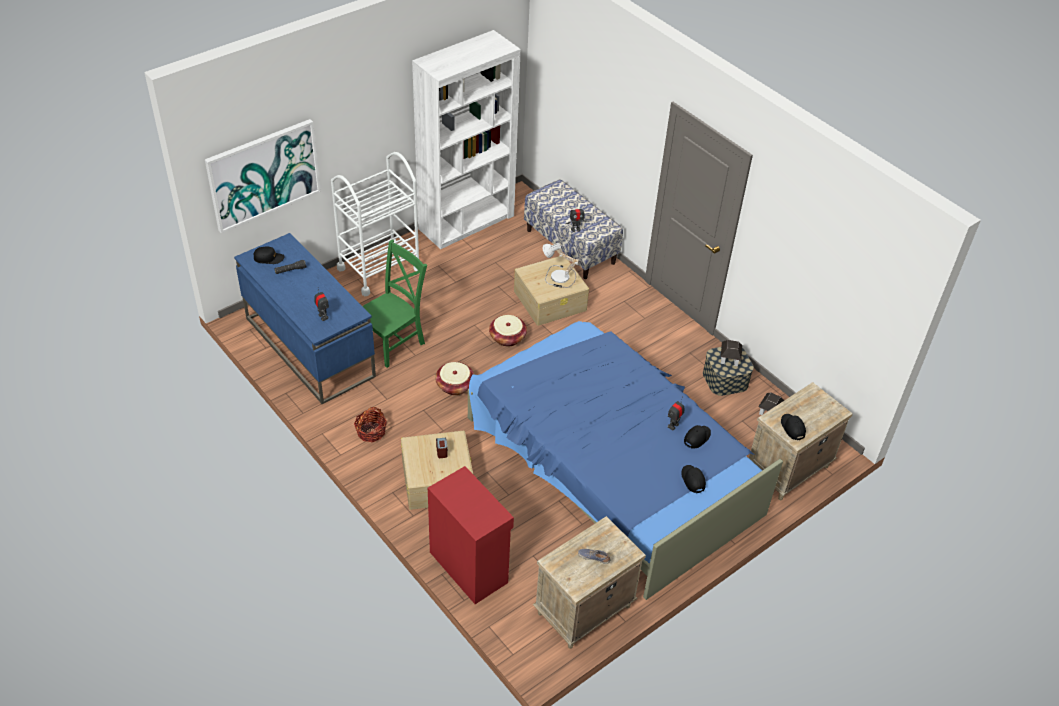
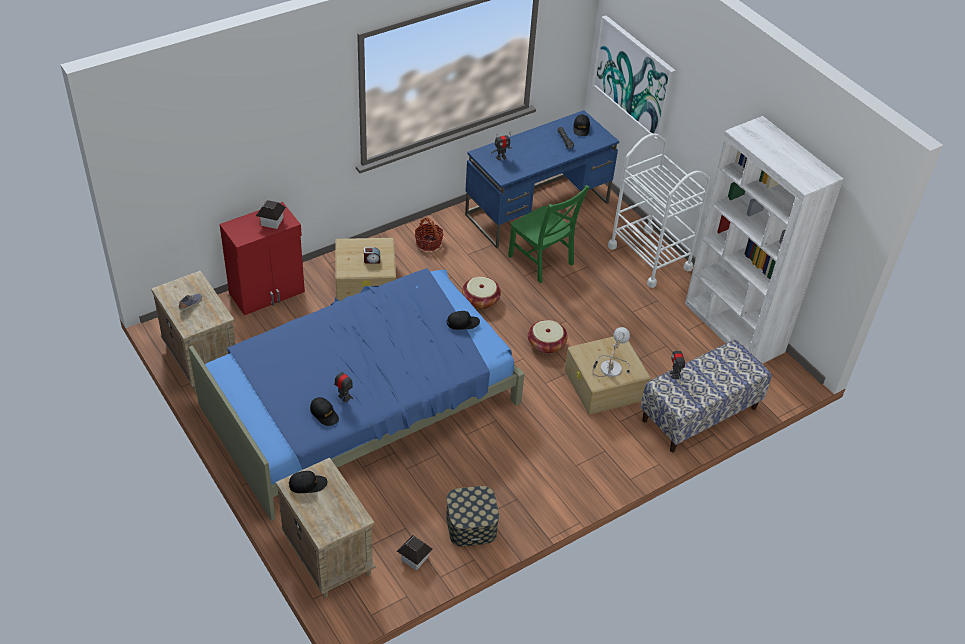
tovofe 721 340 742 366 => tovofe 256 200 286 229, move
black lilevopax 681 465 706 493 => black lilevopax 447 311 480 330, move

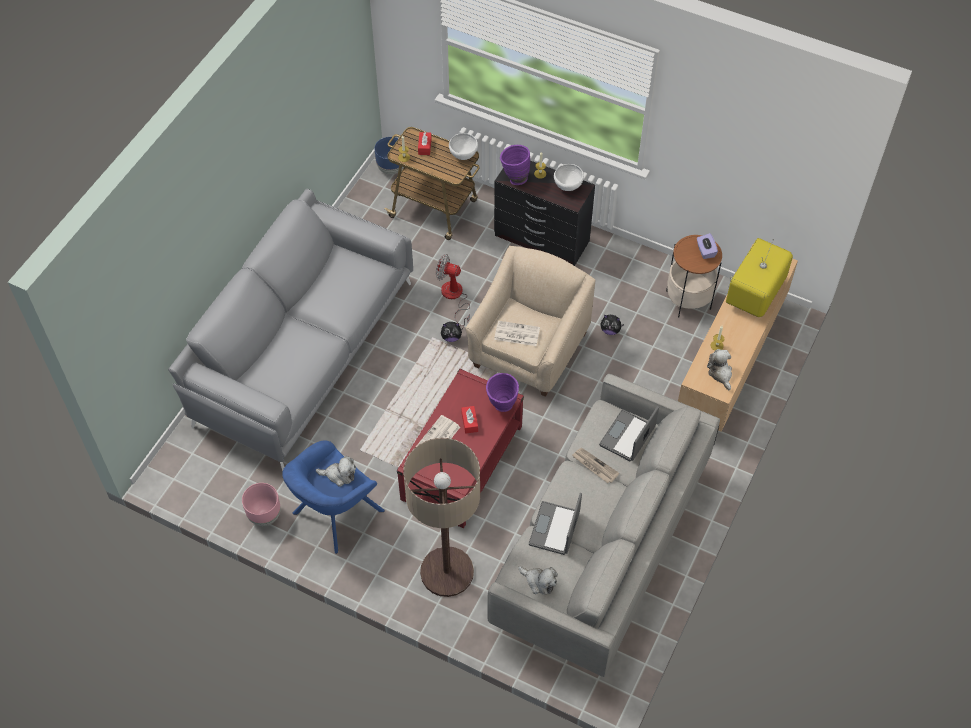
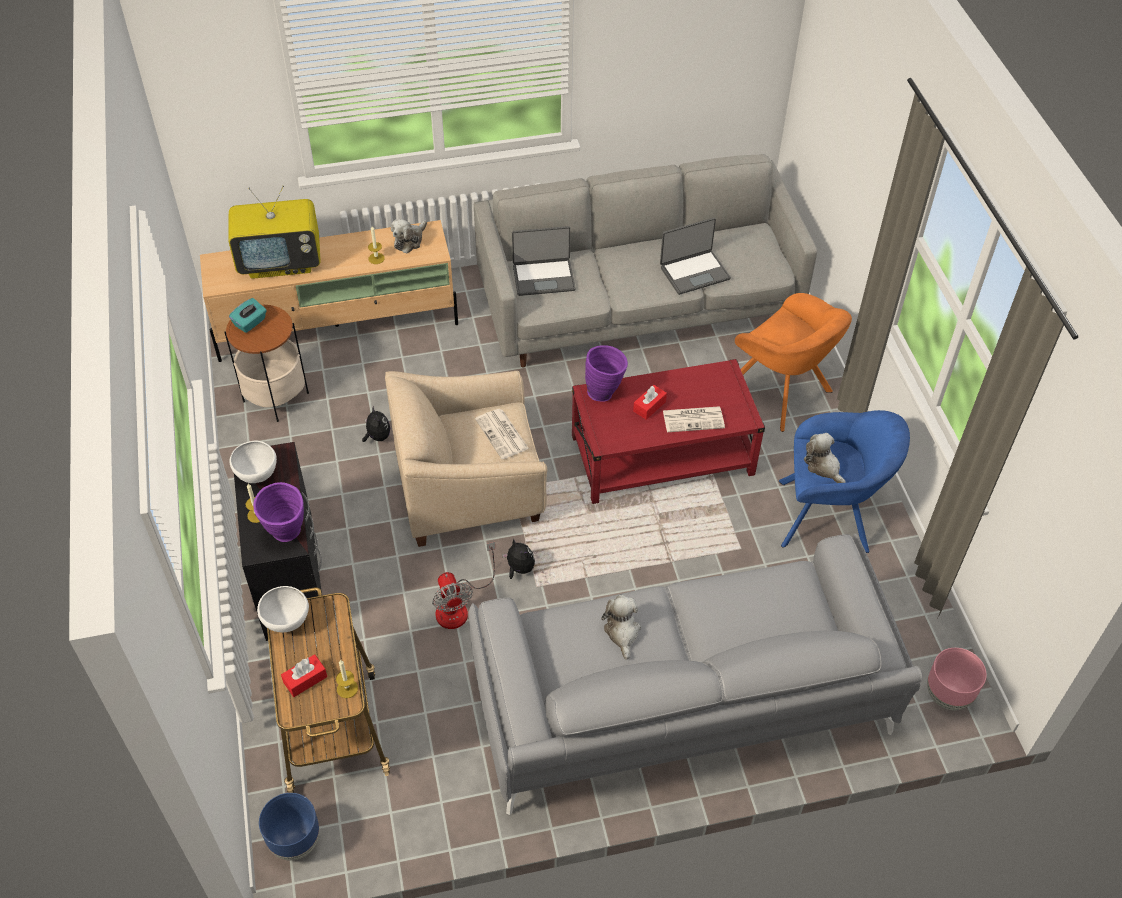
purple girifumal 697 233 718 259 => turquoise girifumal 229 298 267 333
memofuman 518 566 558 595 => memofuman 601 595 641 660, move
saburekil 403 438 480 597 => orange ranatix 735 293 852 432
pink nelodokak 242 483 281 526 => pink nelodokak 927 648 987 710, move
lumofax 572 448 619 483 => nothing

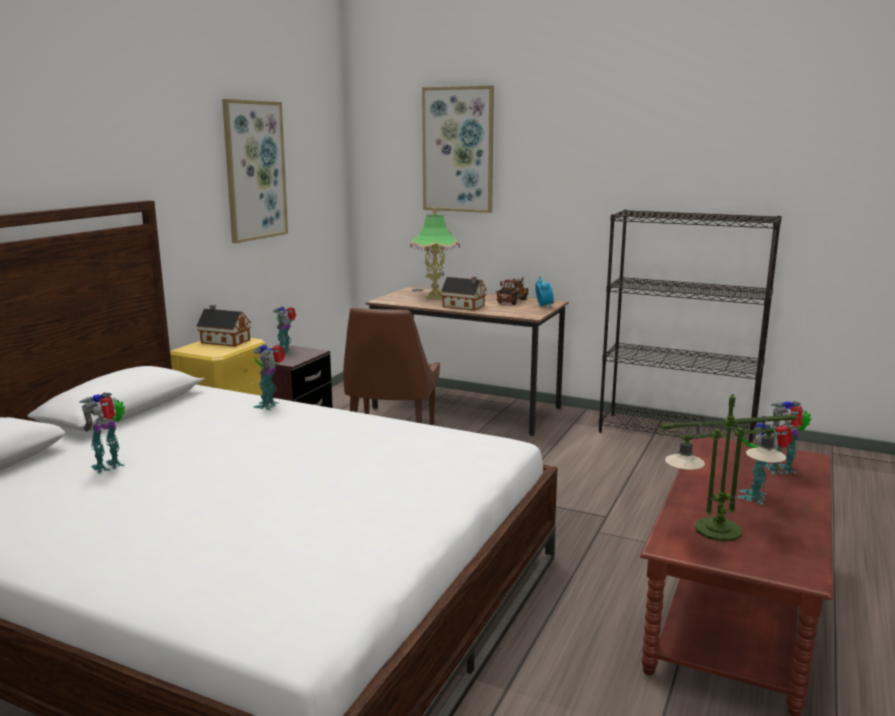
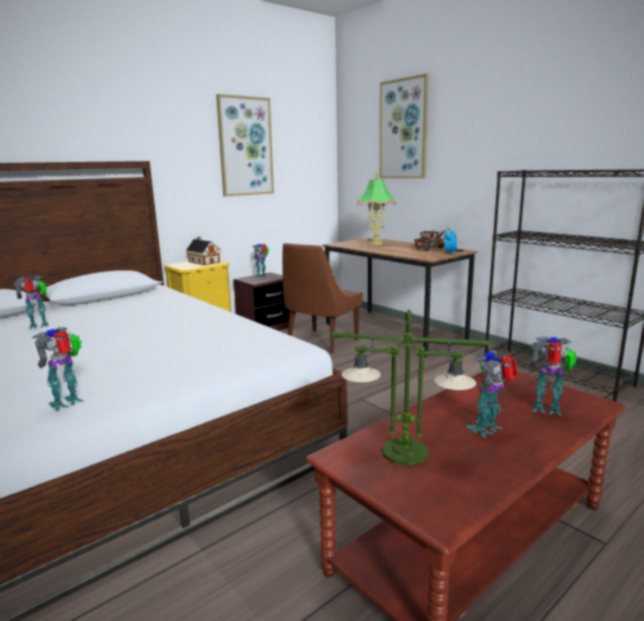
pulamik 253 344 285 410 => pulamik 32 327 84 411, move
tovofe 441 277 487 311 => nothing

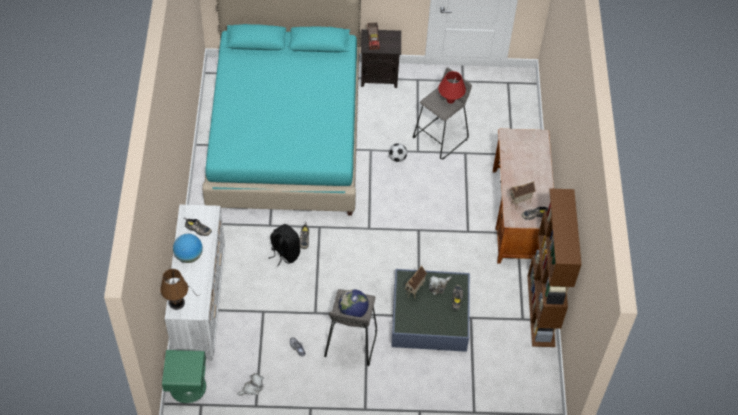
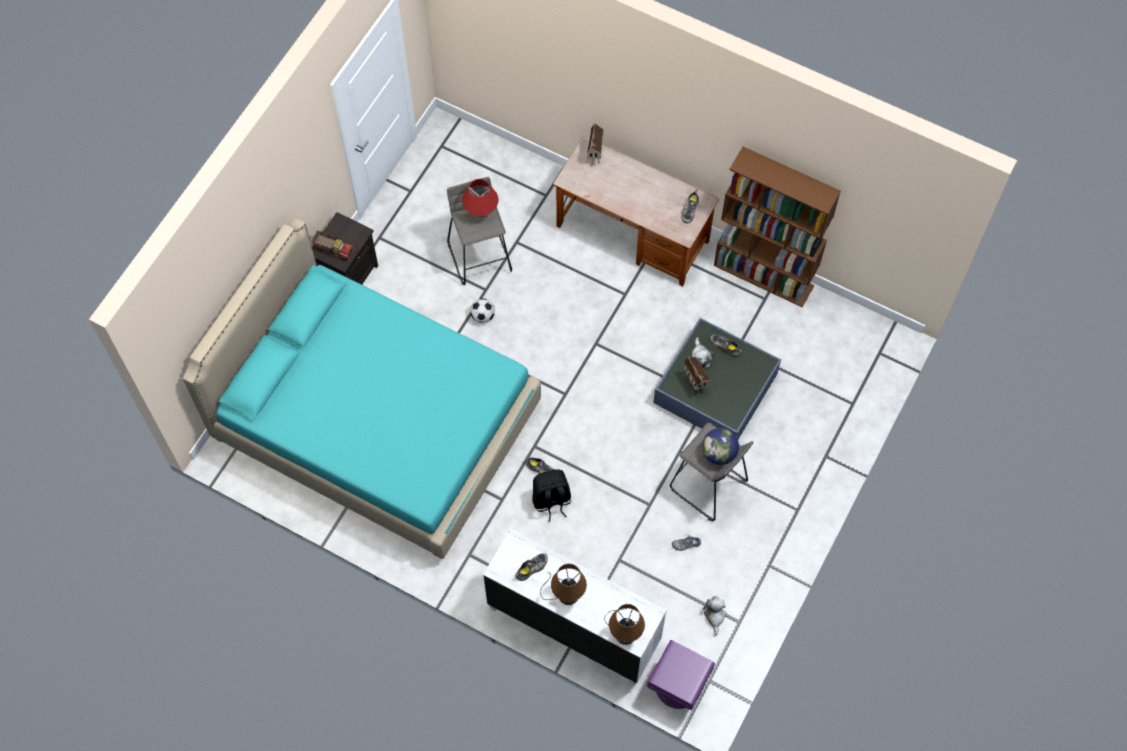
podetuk 173 234 203 263 => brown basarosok 540 564 587 605
tovofe 510 181 536 210 => tovofe 587 123 604 166, move
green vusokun 162 350 206 404 => purple vusokun 647 640 715 710

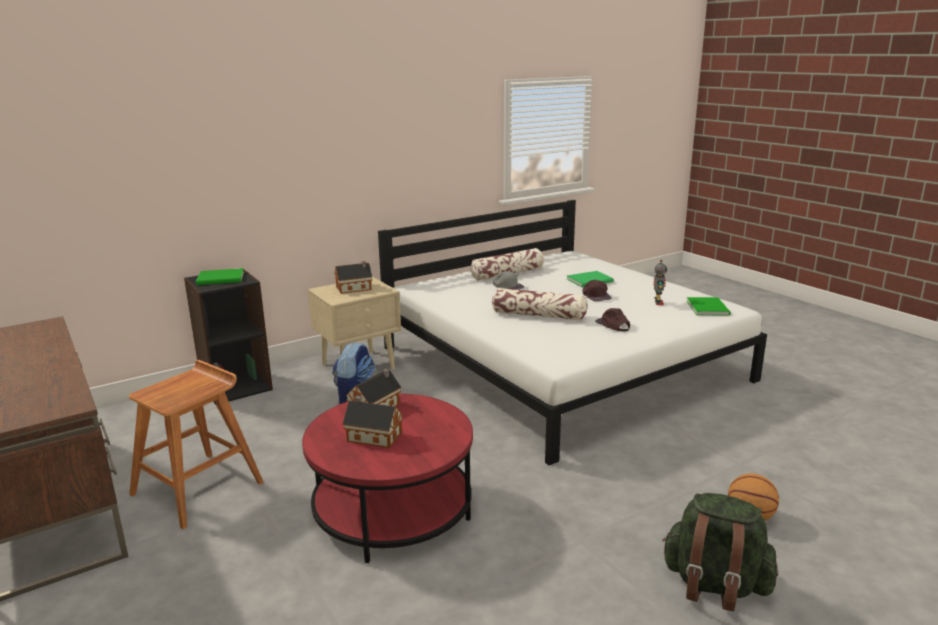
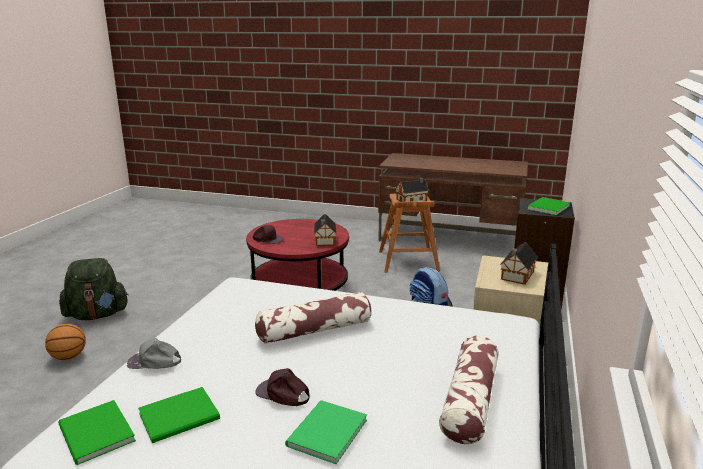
grey lilevopax 493 271 524 290 => grey lilevopax 127 338 181 369, move
pulamik 653 260 667 305 => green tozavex 138 387 220 443
brown lilevopax 595 308 630 332 => brown lilevopax 253 225 284 244, move
tovofe 342 395 403 448 => tovofe 396 178 429 202, move

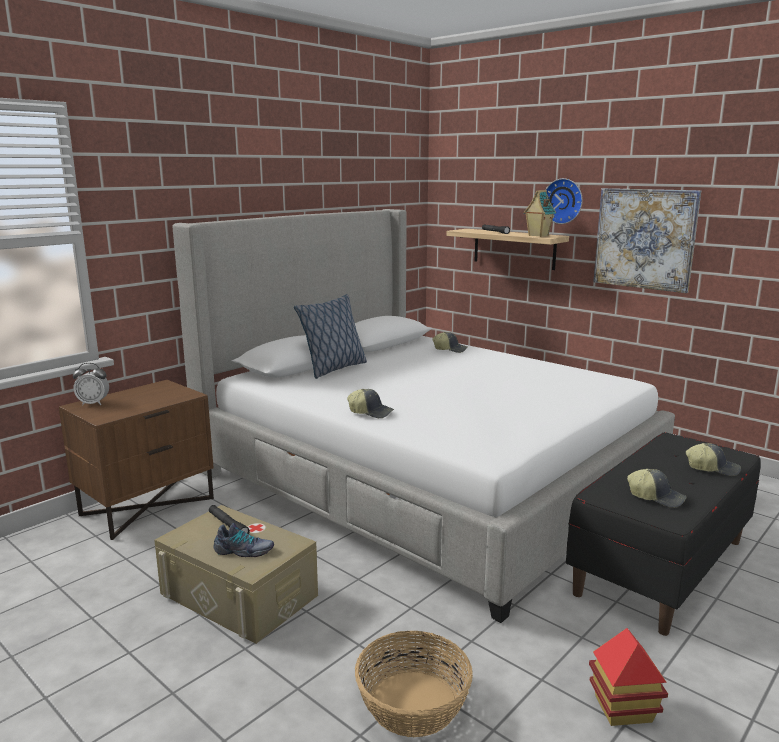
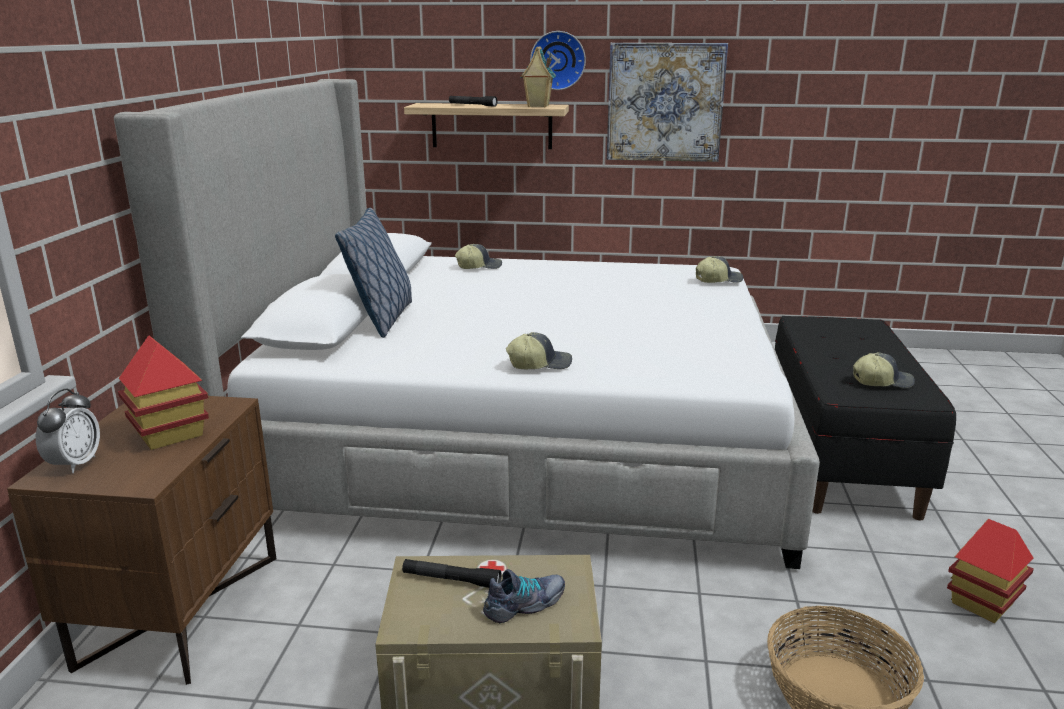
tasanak 73 363 109 406 => tasanak 36 389 100 473, 45 degrees counterclockwise
nothing => tovofe 118 335 209 450
lilevopax 686 443 741 476 => lilevopax 696 256 743 283, move

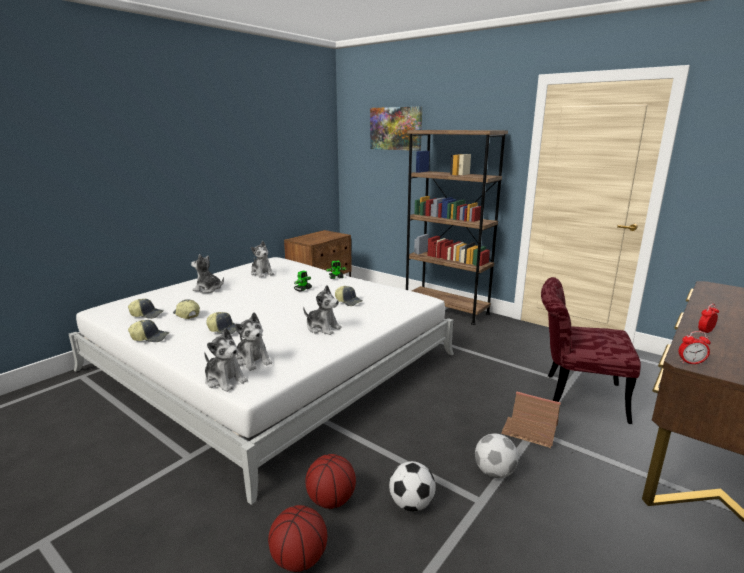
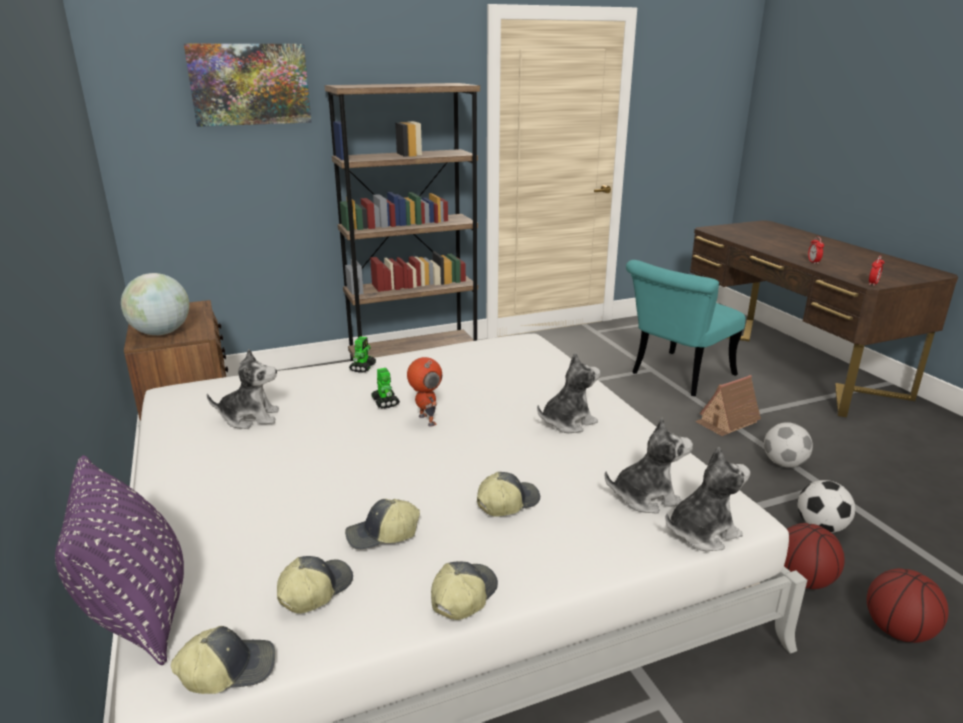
nothing => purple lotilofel 55 455 184 665
nothing => podetuk 121 273 189 335
lilevopax 335 286 363 306 => lilevopax 171 626 275 694, move
nothing => pulamik 407 357 442 427
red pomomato 541 277 641 424 => turquoise pomomato 626 260 746 396
memofuman 191 254 224 293 => nothing

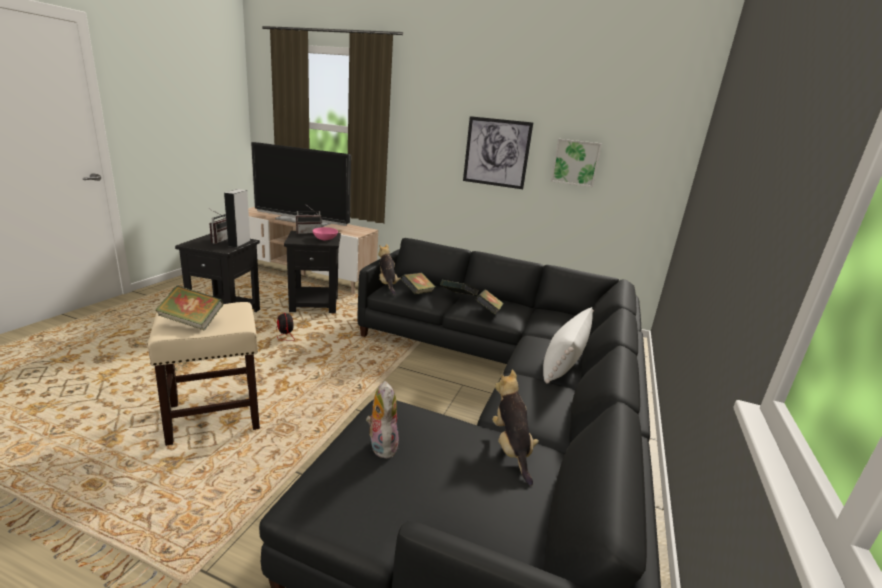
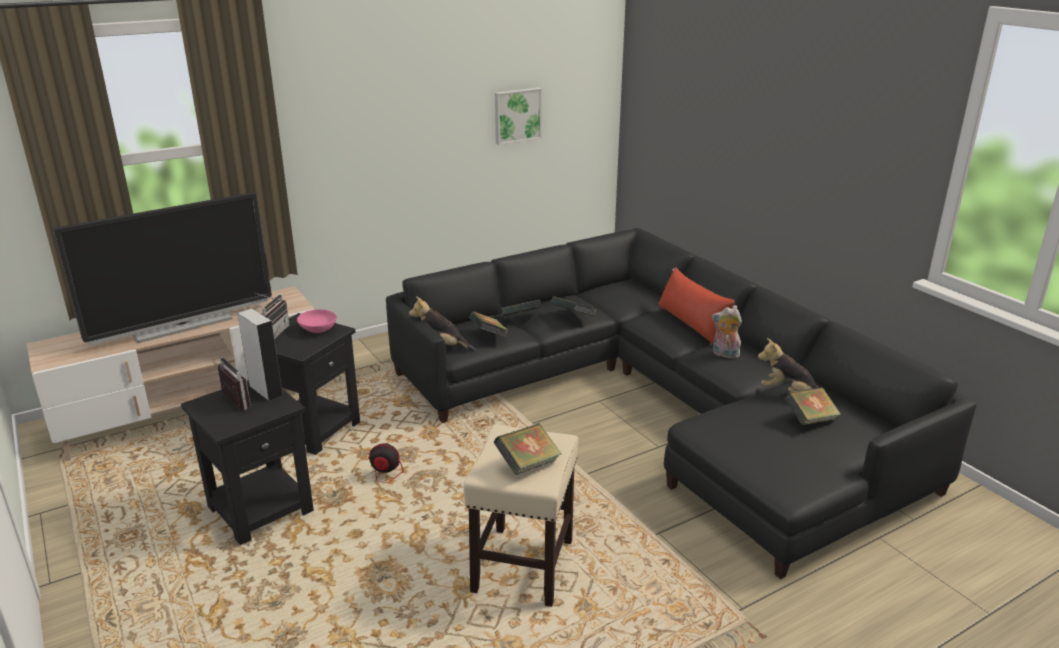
white lotilofel 543 307 594 384 => red lotilofel 659 267 737 345
memofuman 366 381 399 458 => memofuman 712 307 742 359, move
nothing => tozavex 784 387 841 425
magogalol 463 116 533 189 => nothing

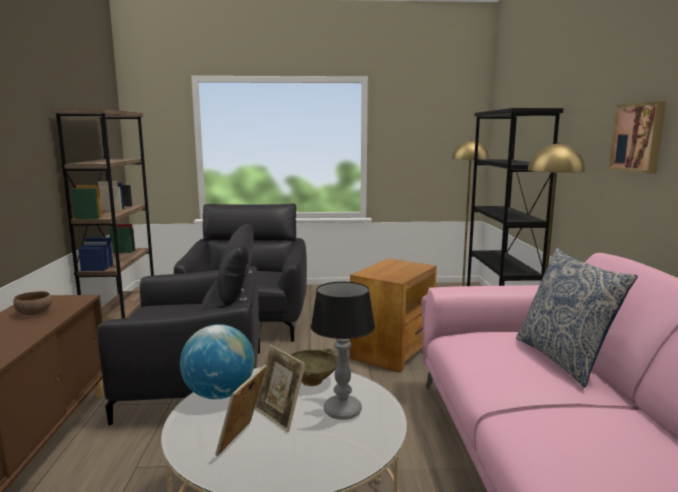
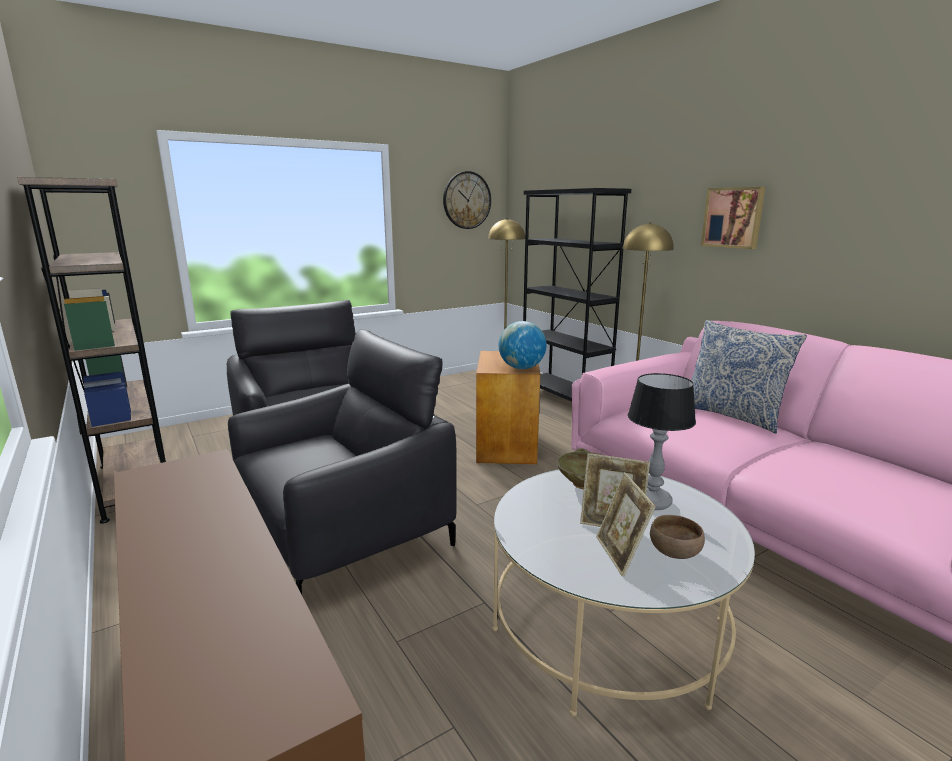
nothing => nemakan 443 171 491 229
podetuk 180 324 255 399 => podetuk 499 321 547 369, move
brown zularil 13 291 52 315 => brown zularil 650 515 705 559, move

